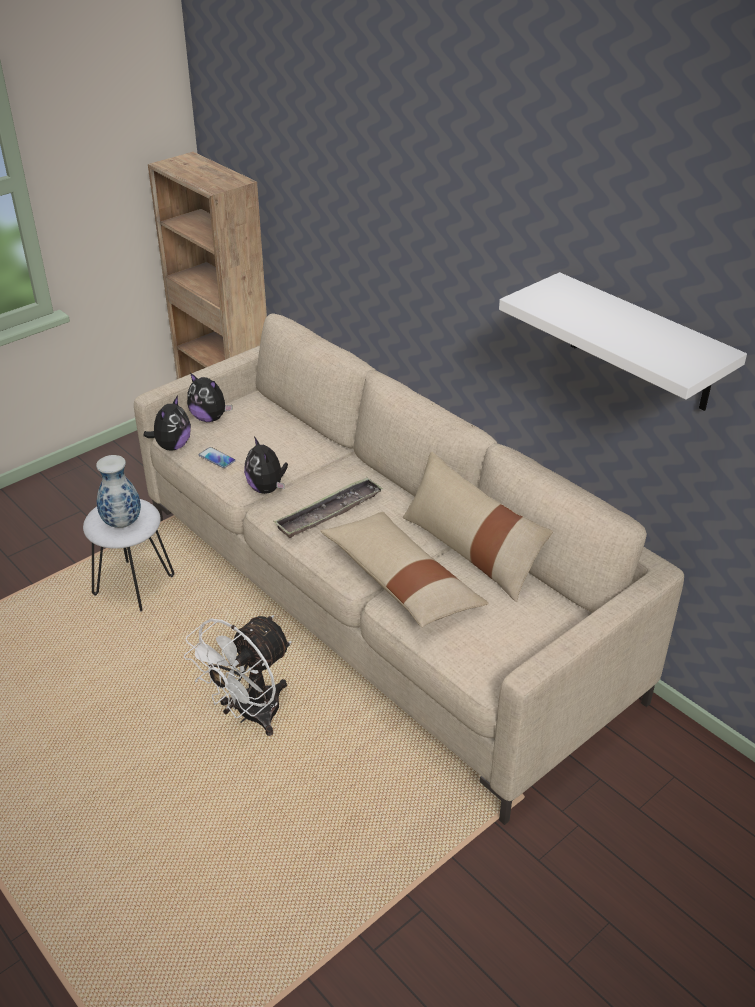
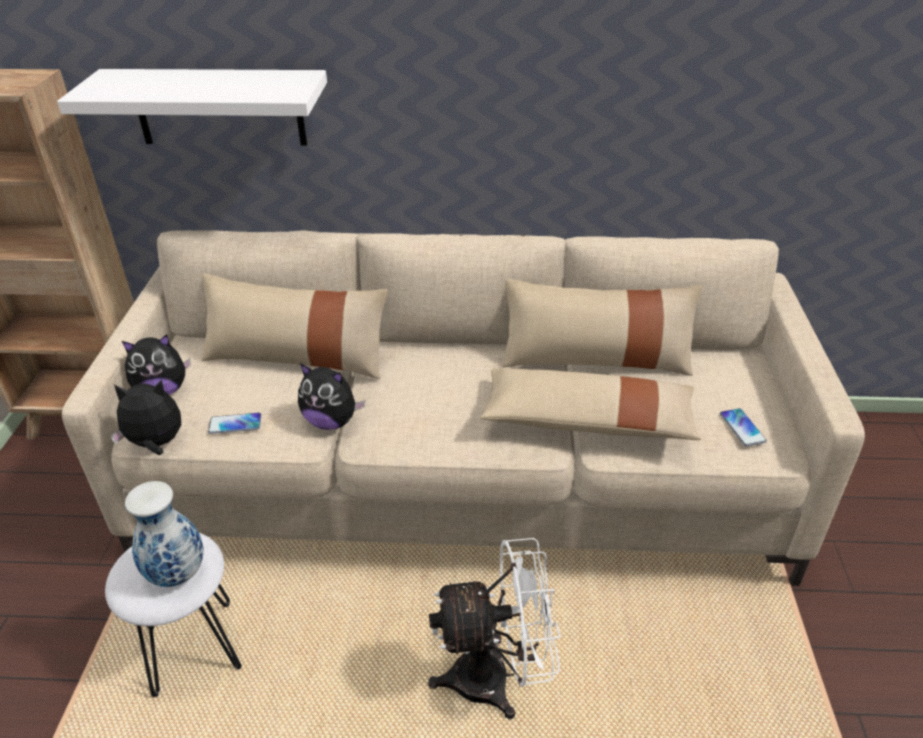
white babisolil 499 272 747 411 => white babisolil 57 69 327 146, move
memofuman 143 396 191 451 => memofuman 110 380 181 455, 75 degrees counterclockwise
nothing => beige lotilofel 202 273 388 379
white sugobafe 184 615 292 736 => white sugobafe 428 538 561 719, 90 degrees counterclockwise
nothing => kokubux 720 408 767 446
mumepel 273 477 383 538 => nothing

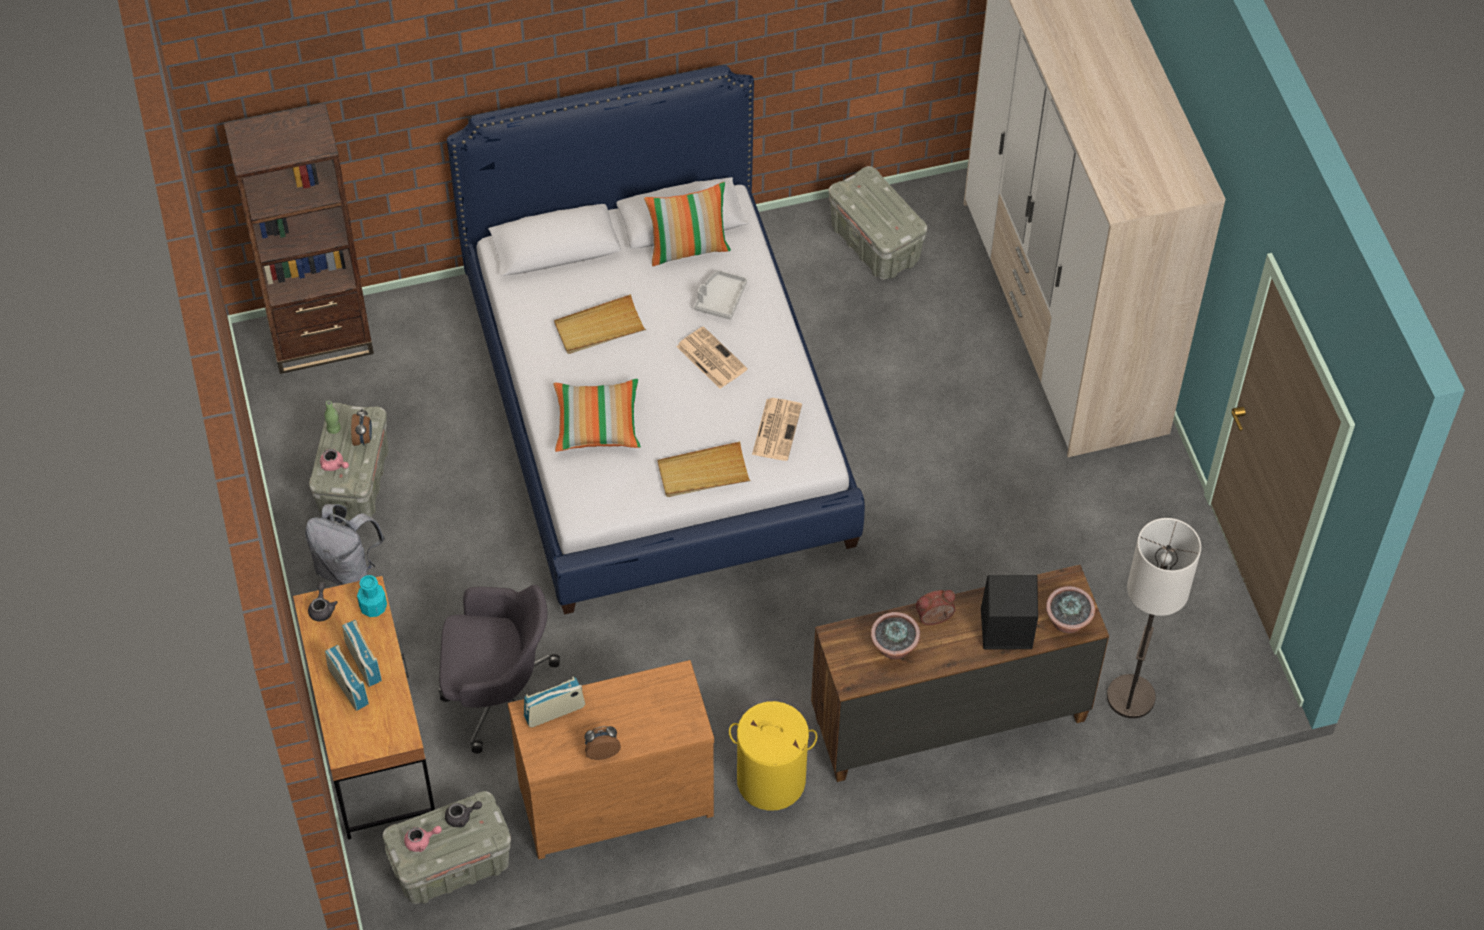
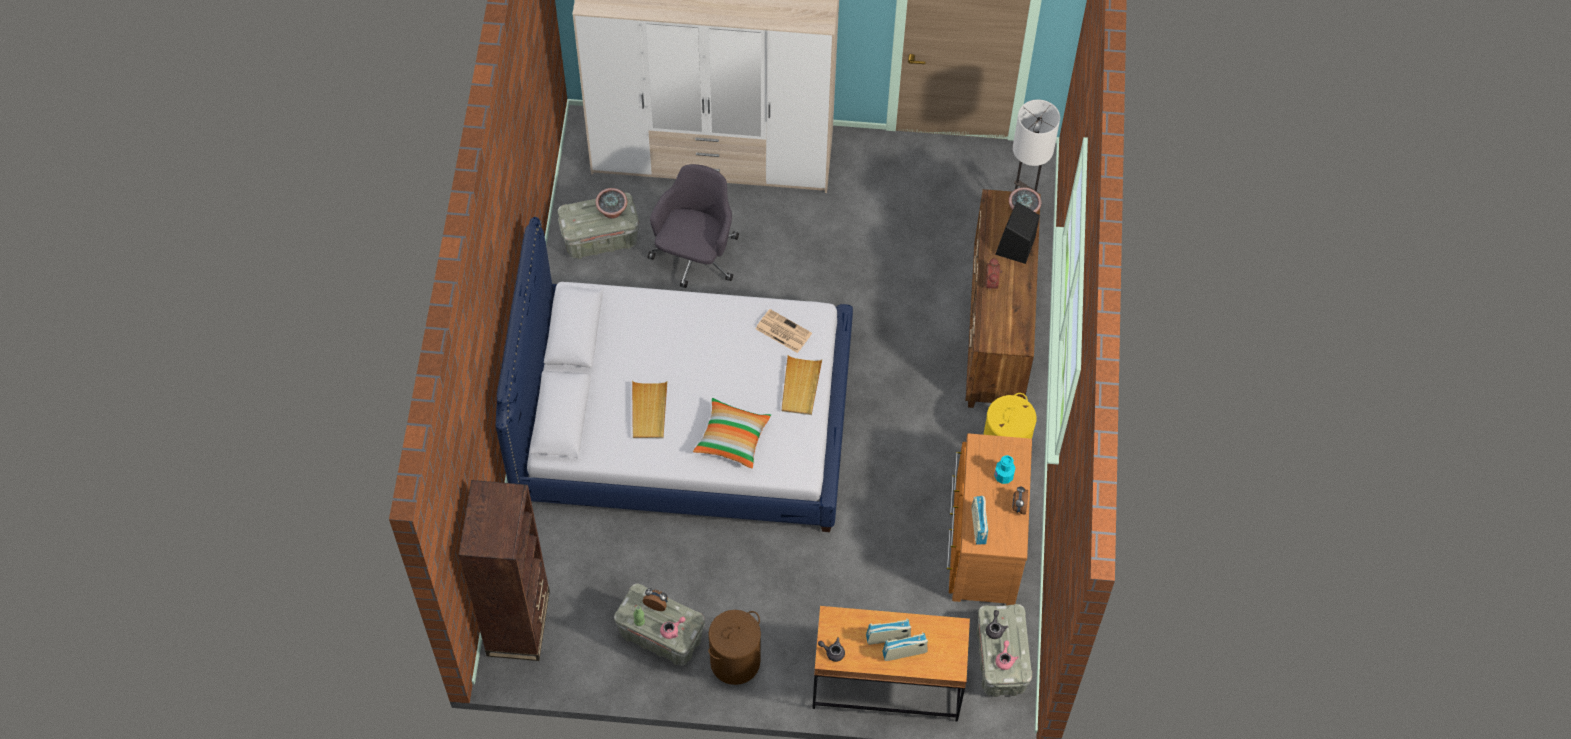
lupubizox 871 612 920 659 => lupubizox 596 188 627 219, move
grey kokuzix 438 585 560 753 => grey kokuzix 647 164 739 288, move
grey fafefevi 305 504 385 585 => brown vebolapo 708 610 761 685
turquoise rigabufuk 357 575 387 617 => turquoise rigabufuk 994 455 1015 484, move
lotilofel 644 182 731 266 => nothing
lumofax 676 326 747 389 => nothing
grey mumepel 694 270 747 320 => nothing

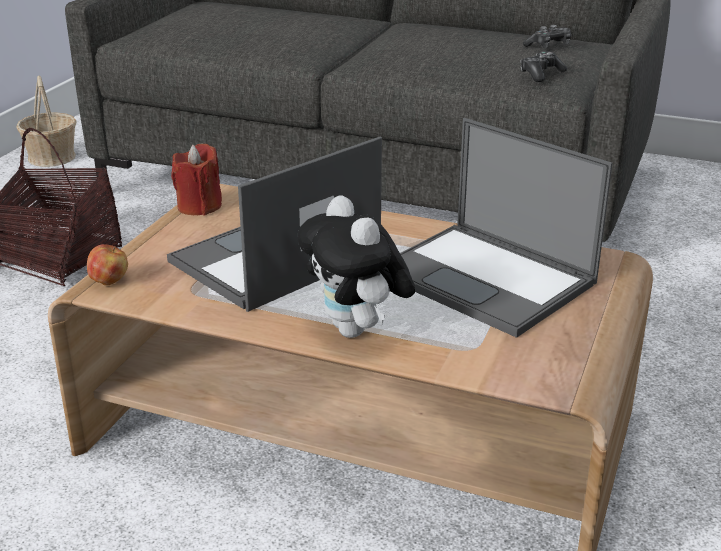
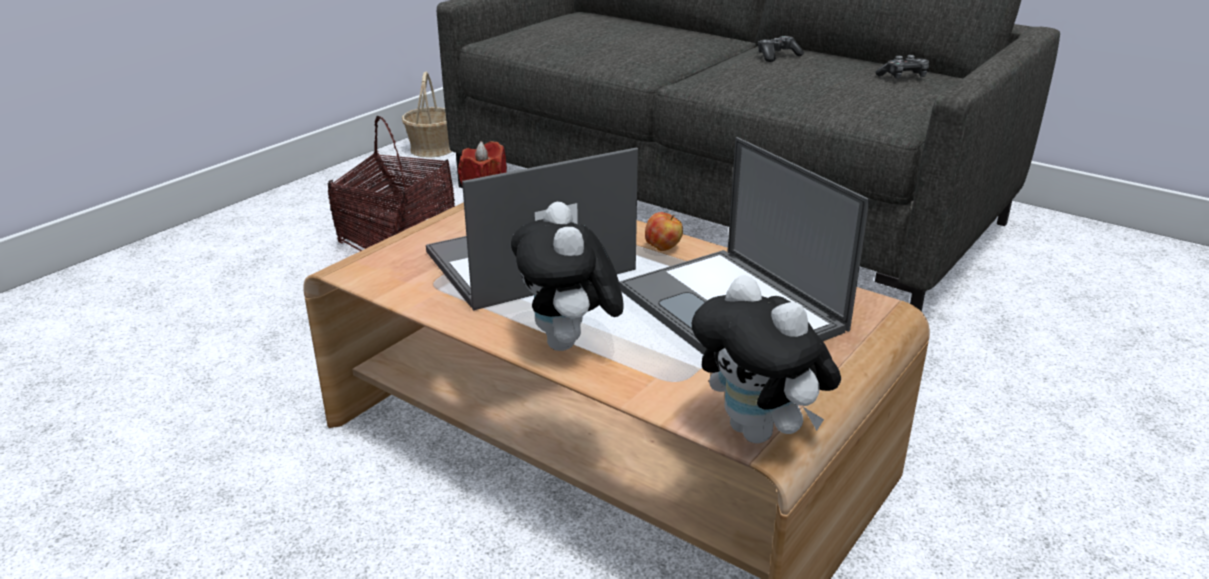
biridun 87 244 128 285 => biridun 645 212 683 251, move
nothing => memofuman 692 275 841 443
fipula 520 51 568 82 => fipula 758 36 804 62, move

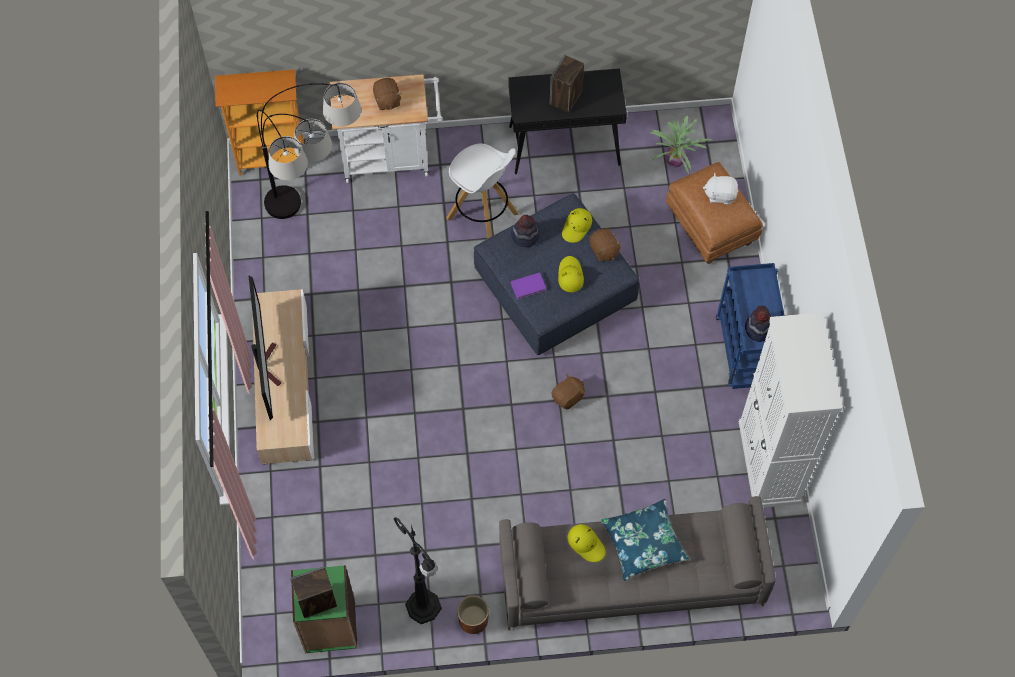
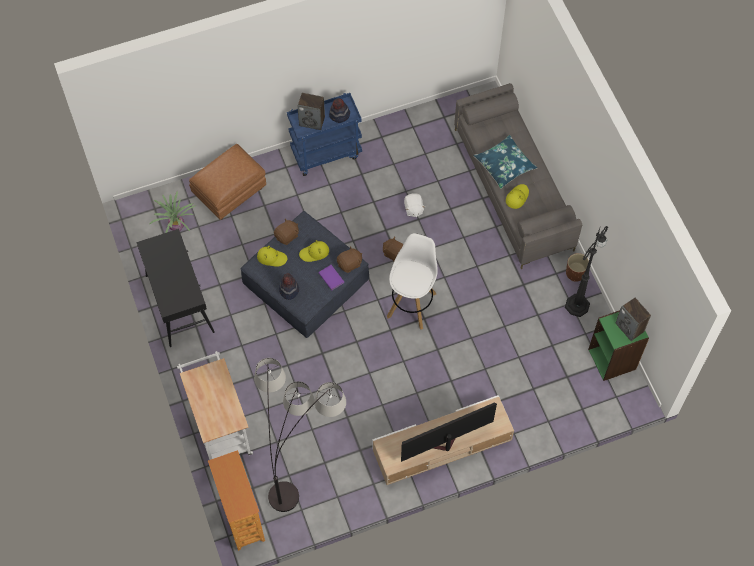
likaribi 550 55 584 112 => likaribi 297 93 325 130, move
brown memofuman 373 78 402 110 => brown memofuman 337 246 362 273, move
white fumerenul 446 143 518 239 => white fumerenul 387 233 437 330, move
white memofuman 703 173 739 205 => white memofuman 404 193 425 217, move
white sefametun 739 312 843 508 => nothing

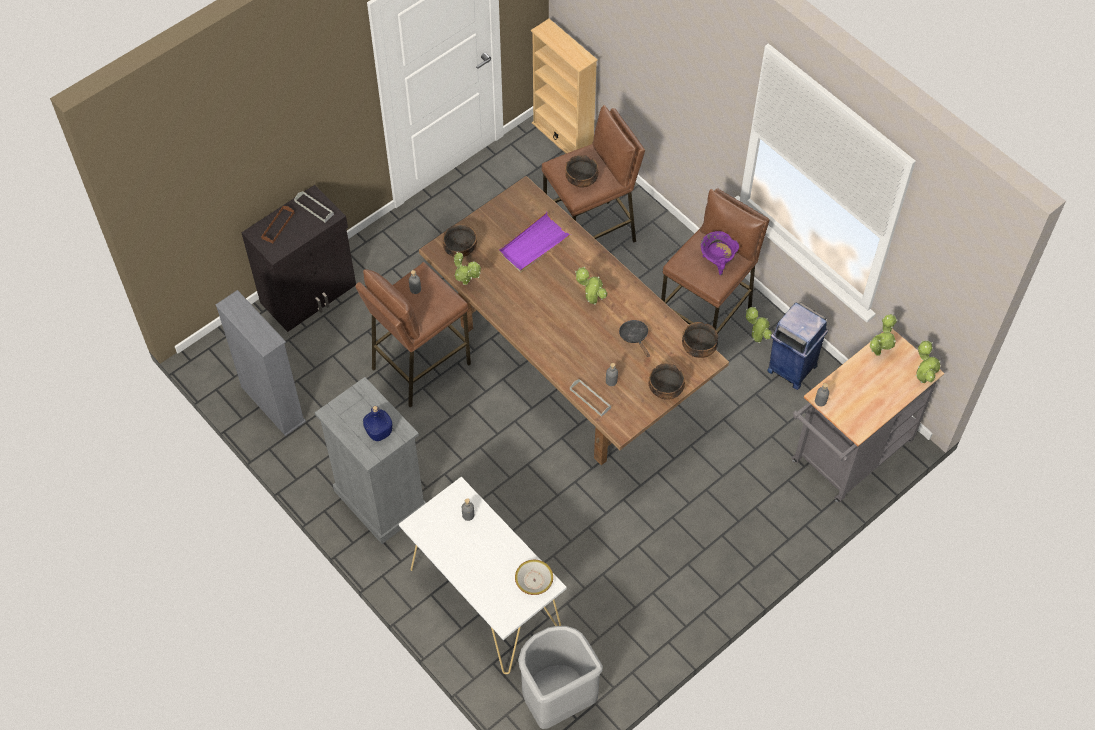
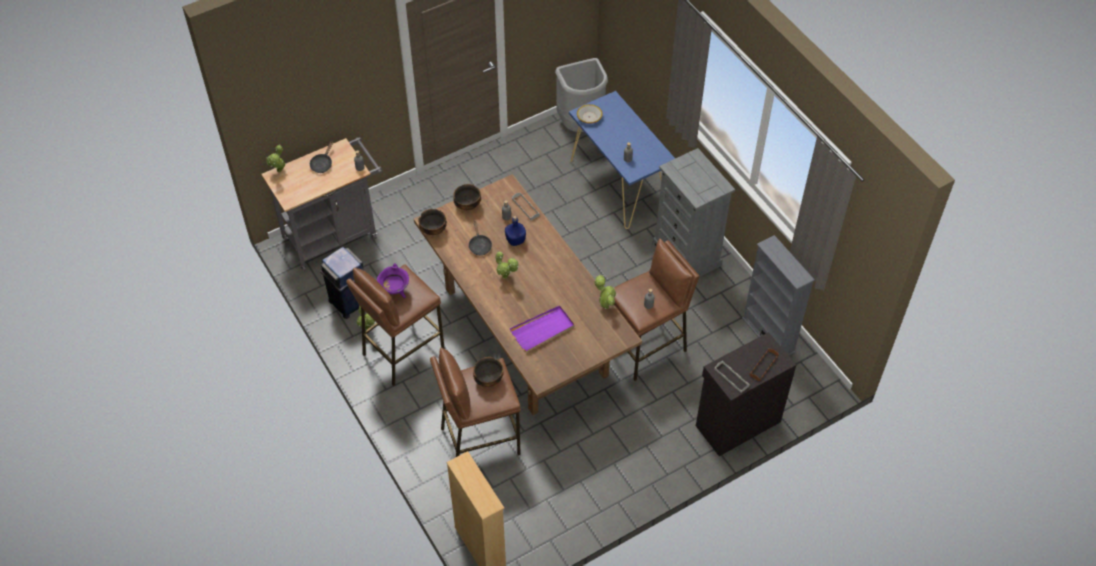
nothing => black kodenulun 310 141 333 173
blue rigabufuk 363 406 392 441 => blue rigabufuk 505 216 526 246, move
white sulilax 399 477 567 674 => blue sulilax 569 91 675 229
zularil 443 224 477 257 => nothing
lupubizox 870 314 898 356 => nothing

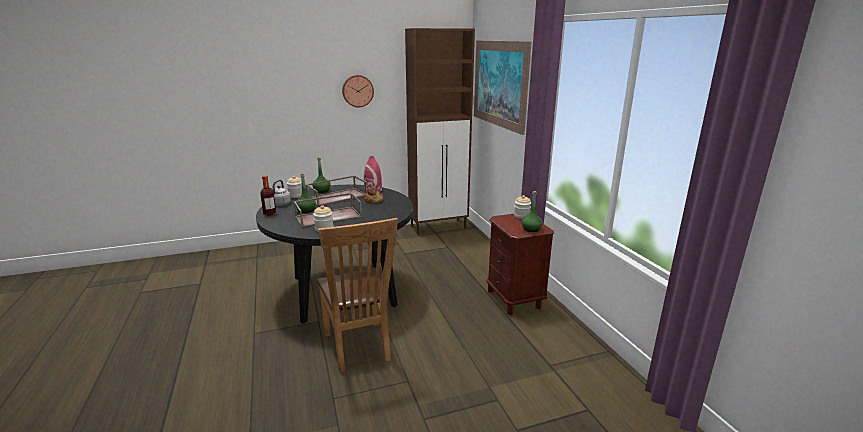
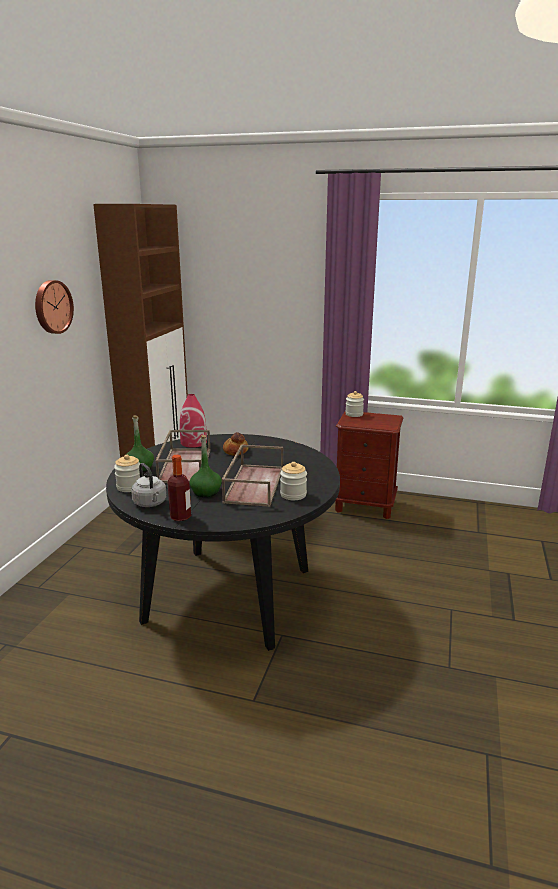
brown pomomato 317 218 398 373 => nothing
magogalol 474 40 531 135 => nothing
green rigabufuk 521 191 543 232 => nothing

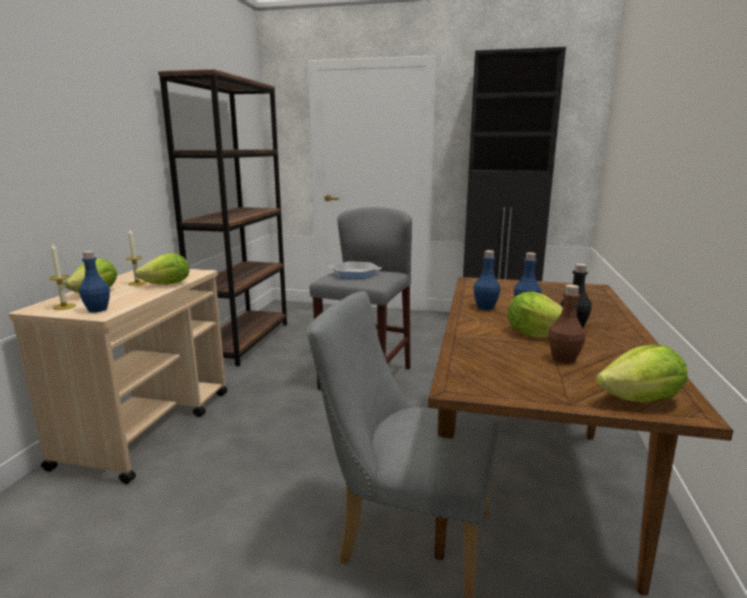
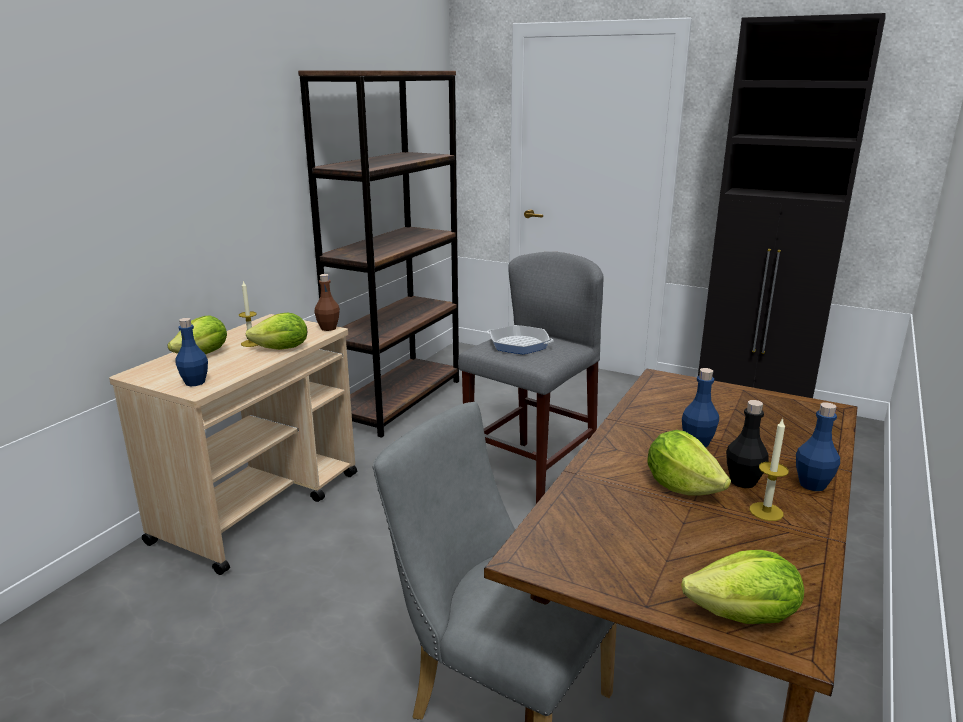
brown rigabufuk 548 285 585 363 => brown rigabufuk 314 274 340 331, move
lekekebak 49 243 76 310 => lekekebak 749 418 789 521, move
blue rigabufuk 473 250 500 310 => blue rigabufuk 796 402 840 491, move

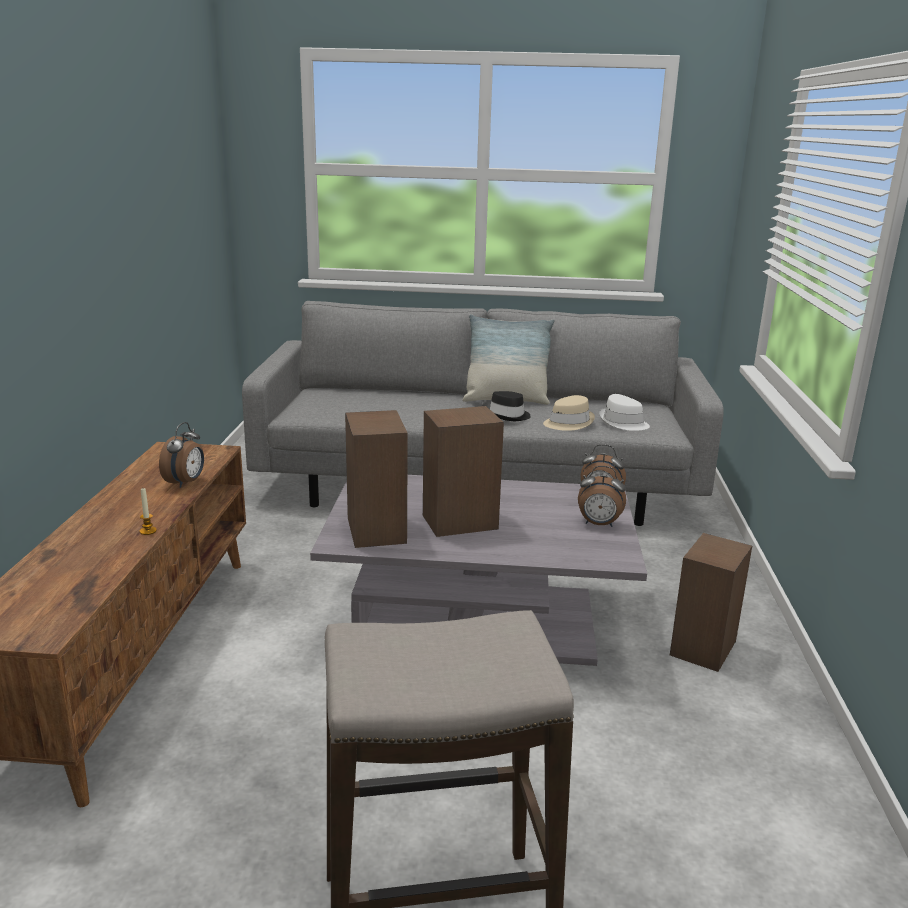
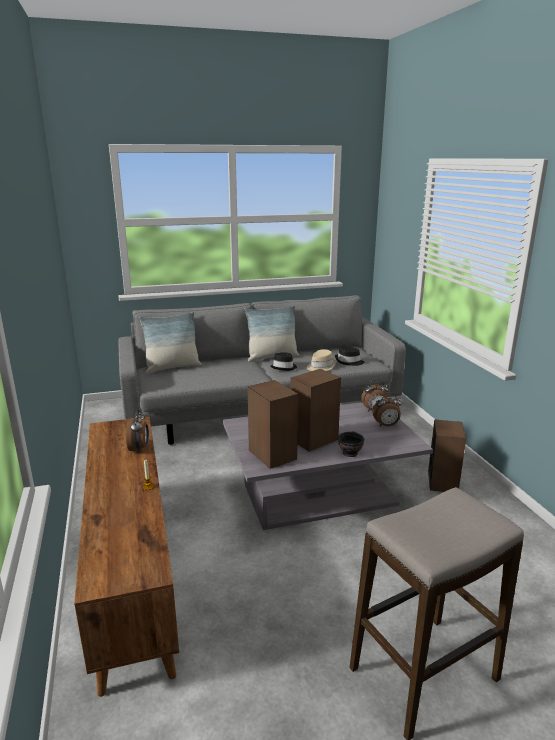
nothing => lotilofel 139 312 201 374
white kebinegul 599 394 650 431 => black kebinegul 335 345 364 366
nothing => black zularil 338 431 364 457

